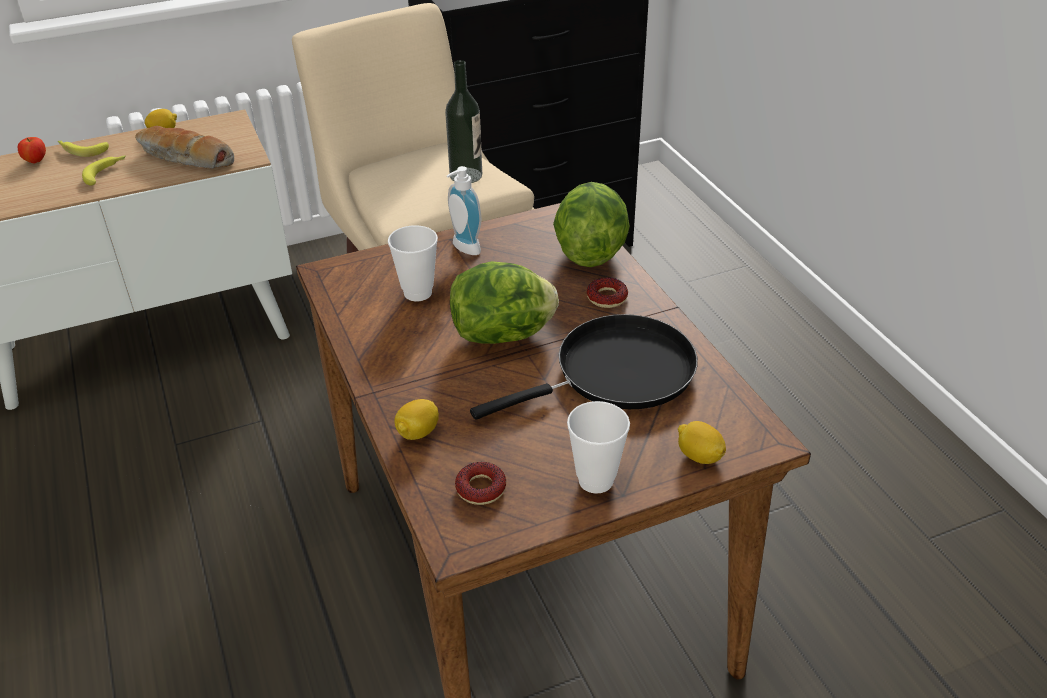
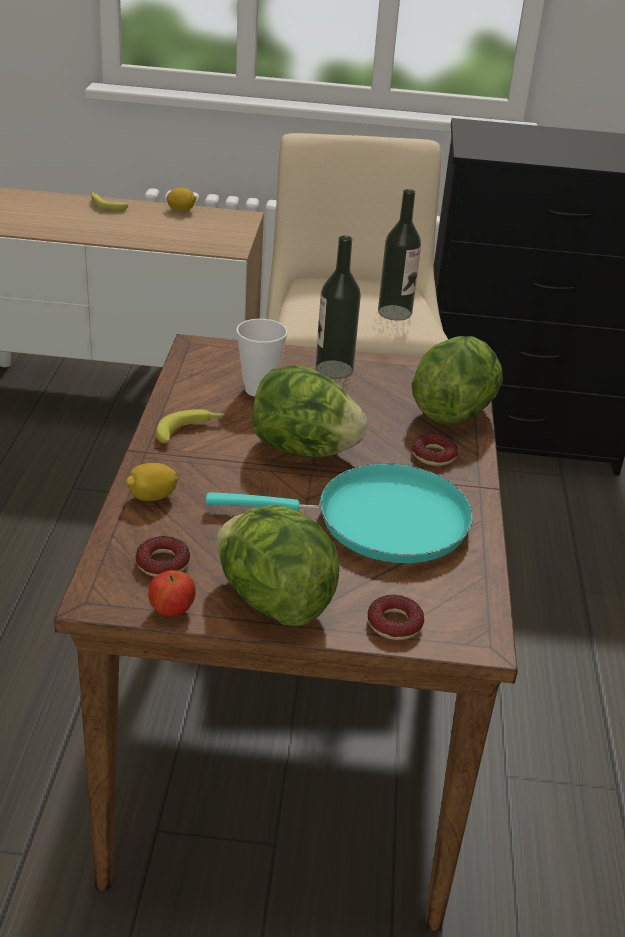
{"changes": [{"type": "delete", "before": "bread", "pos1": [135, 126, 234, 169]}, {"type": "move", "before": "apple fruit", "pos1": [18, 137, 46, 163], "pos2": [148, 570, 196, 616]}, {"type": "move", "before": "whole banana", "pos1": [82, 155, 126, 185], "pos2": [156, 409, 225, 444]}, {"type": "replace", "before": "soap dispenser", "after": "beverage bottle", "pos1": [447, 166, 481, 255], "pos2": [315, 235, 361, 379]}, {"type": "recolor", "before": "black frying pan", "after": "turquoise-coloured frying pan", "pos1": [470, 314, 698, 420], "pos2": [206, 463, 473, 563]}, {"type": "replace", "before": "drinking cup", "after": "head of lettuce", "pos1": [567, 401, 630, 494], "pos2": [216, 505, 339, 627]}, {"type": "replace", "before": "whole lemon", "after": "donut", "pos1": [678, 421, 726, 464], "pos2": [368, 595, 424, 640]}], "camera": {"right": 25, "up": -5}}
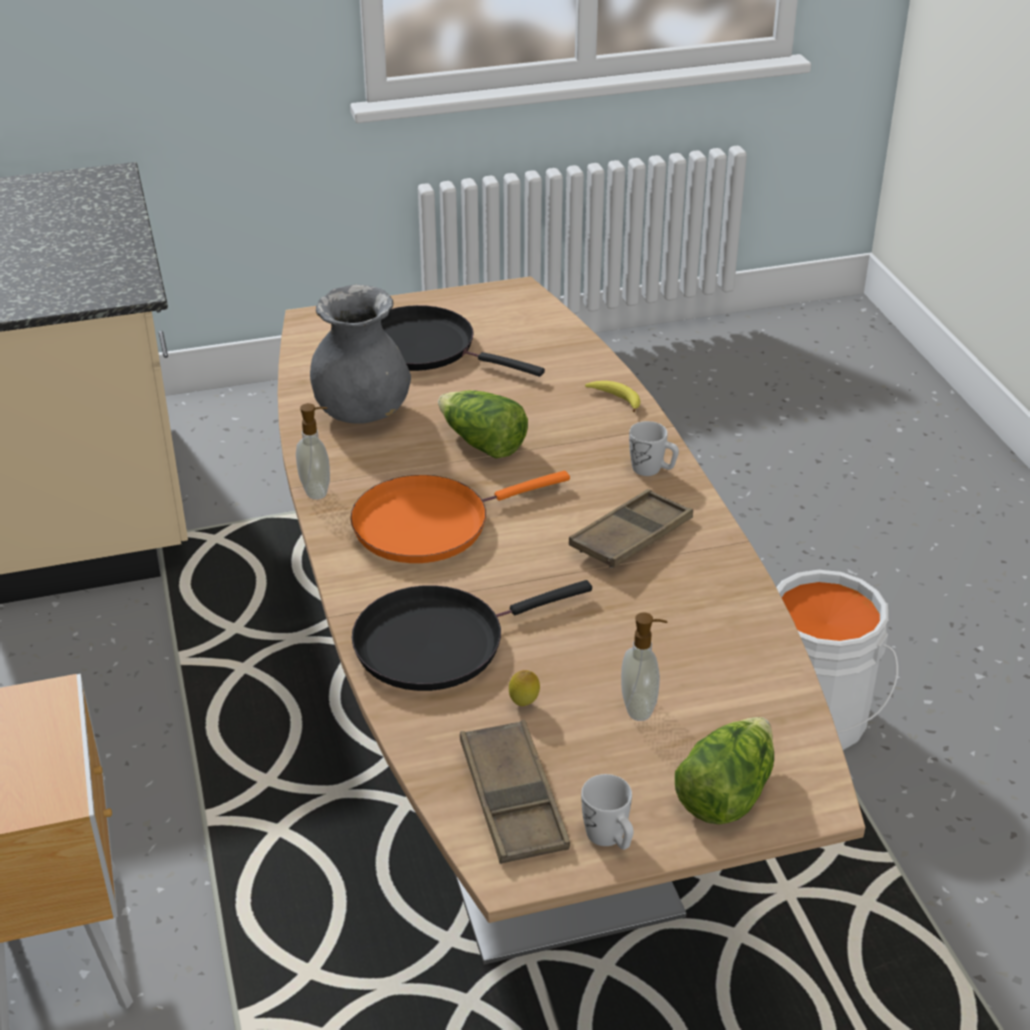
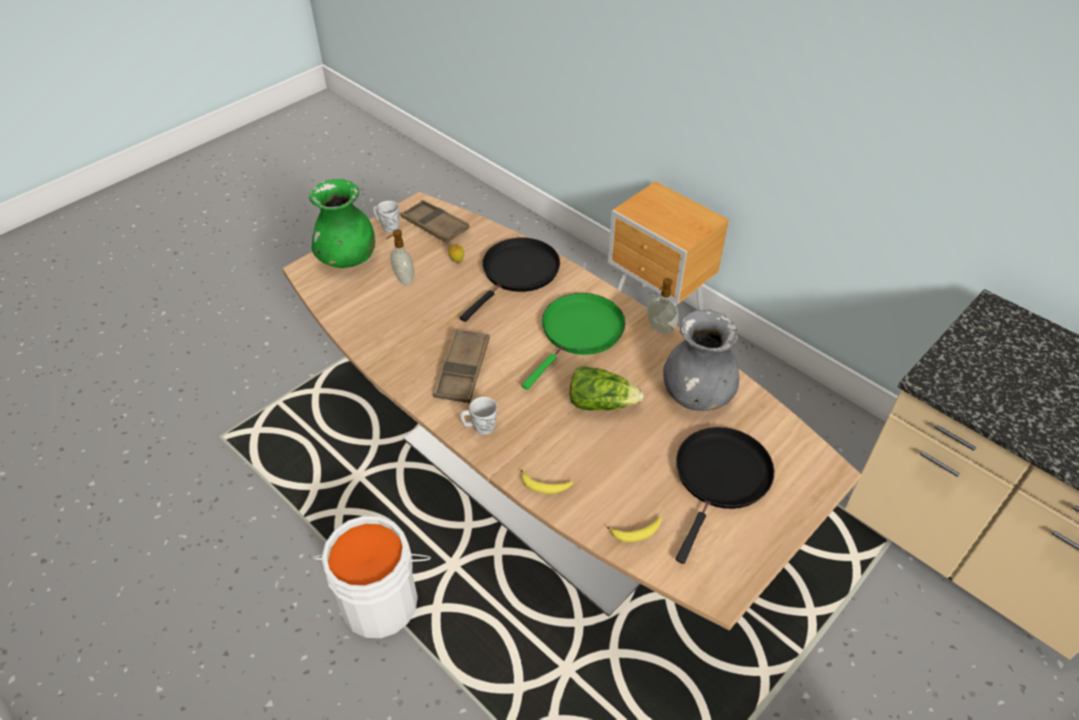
{"changes": [{"type": "rotate", "before": "black frying pan", "pos1": [381, 305, 545, 377], "pos2": [676, 427, 774, 564], "turn": -60}, {"type": "recolor", "before": "orange-coloured frying pan", "after": "greenish frying pan", "pos1": [350, 471, 570, 563], "pos2": [522, 293, 625, 390]}, {"type": "replace", "before": "head of lettuce", "after": "greenish vase", "pos1": [675, 717, 774, 824], "pos2": [309, 179, 375, 268]}, {"type": "insert", "after": "whole banana", "pos2": [607, 516, 662, 542]}], "camera": {"right": 150, "up": 10}}
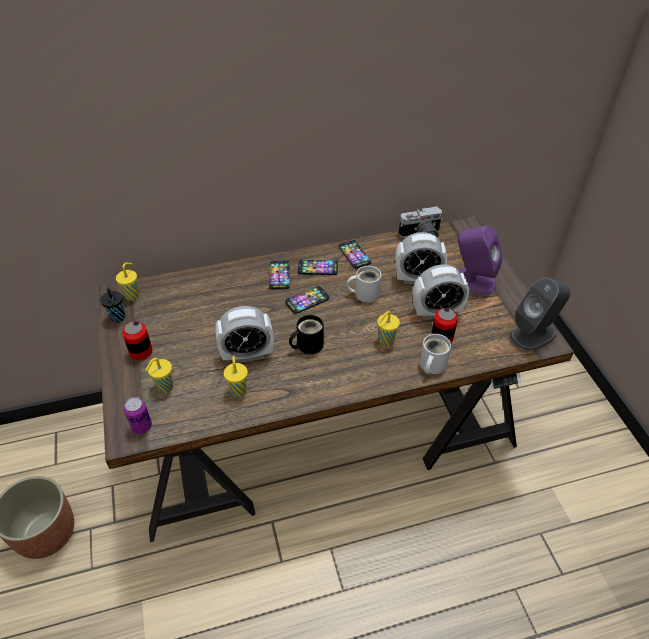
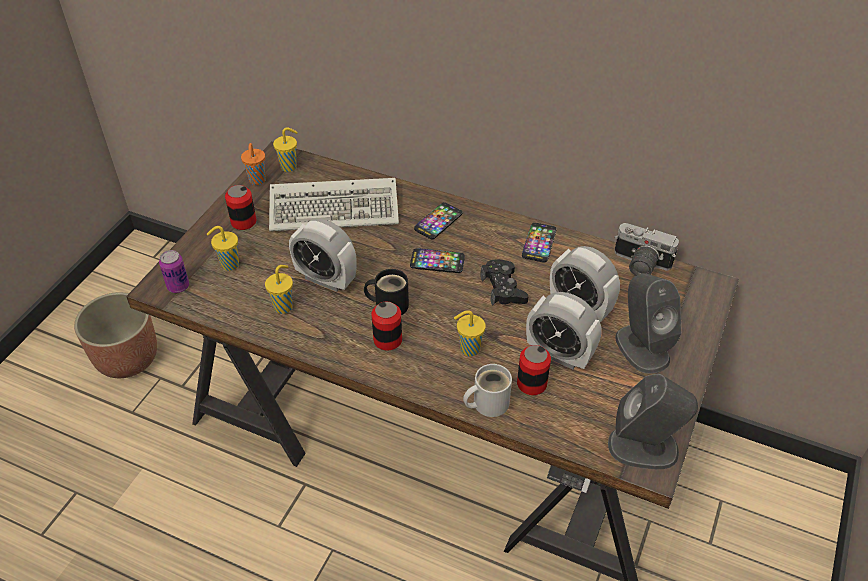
{"changes": [{"type": "recolor", "before": "purple loudspeaker", "after": "grey loudspeaker", "pos1": [458, 225, 503, 295], "pos2": [615, 274, 681, 374]}, {"type": "delete", "before": "handset", "pos1": [298, 259, 338, 275]}, {"type": "replace", "before": "white-coloured tea mug", "after": "black joypad", "pos1": [347, 266, 381, 303], "pos2": [480, 259, 529, 306]}, {"type": "recolor", "before": "black drinking cup", "after": "orange-coloured drinking cup", "pos1": [100, 288, 125, 323], "pos2": [241, 143, 266, 185]}, {"type": "insert", "after": "PC keyboard", "pos2": [269, 178, 399, 231]}, {"type": "insert", "after": "sealed can", "pos2": [372, 302, 402, 351]}], "camera": {"right": 40, "up": 0}}
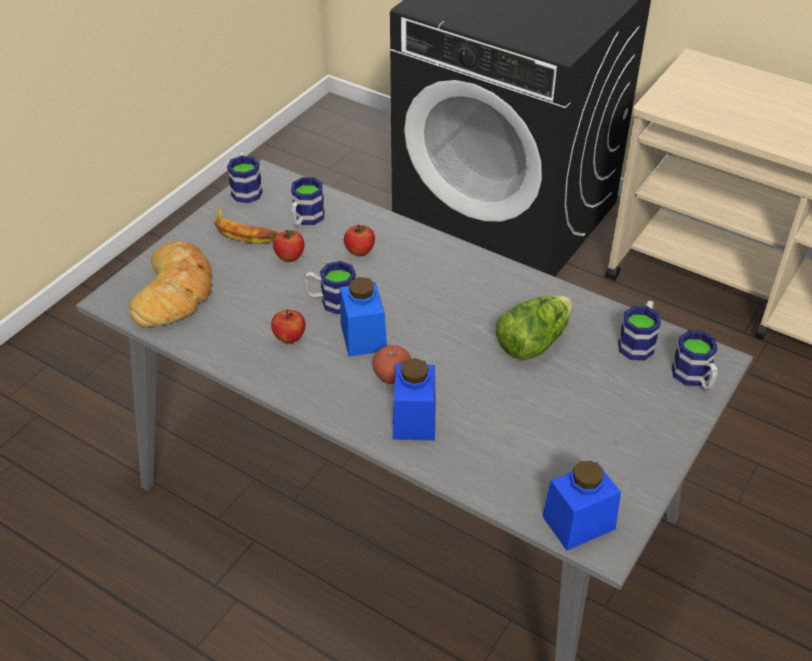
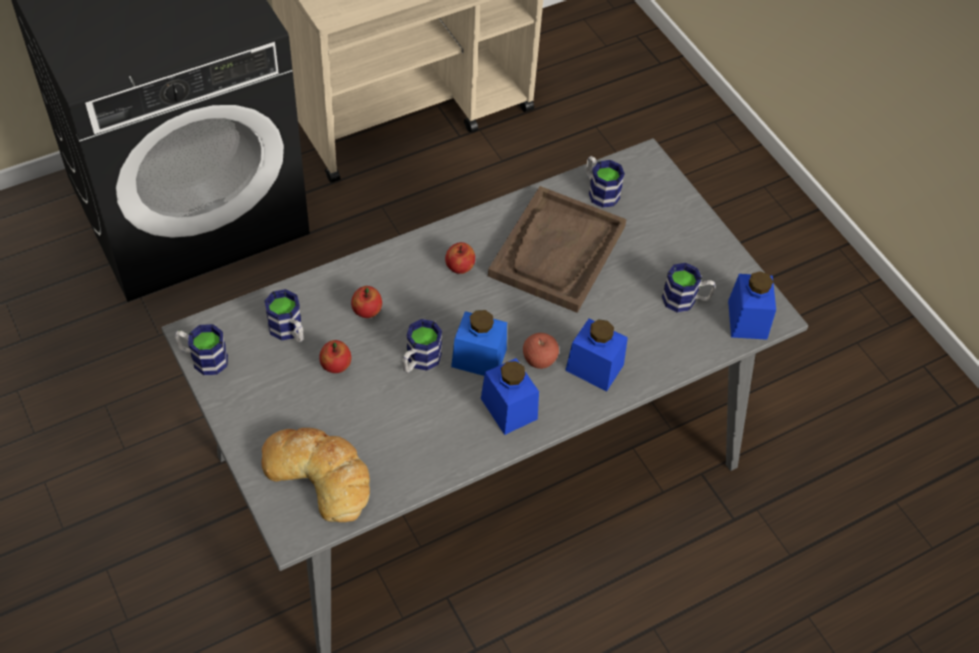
{"changes": [{"type": "delete", "before": "whole banana", "pos1": [213, 206, 279, 244]}, {"type": "replace", "before": "head of lettuce", "after": "brownish tray", "pos1": [496, 296, 572, 360], "pos2": [488, 186, 627, 313]}, {"type": "move", "before": "apple fruit", "pos1": [271, 310, 306, 344], "pos2": [445, 242, 475, 274]}, {"type": "move", "before": "tea mug", "pos1": [672, 330, 718, 390], "pos2": [662, 263, 716, 312]}, {"type": "insert", "after": "blue-coloured storage jar", "pos2": [481, 358, 539, 435]}], "camera": {"right": -65, "up": 10}}
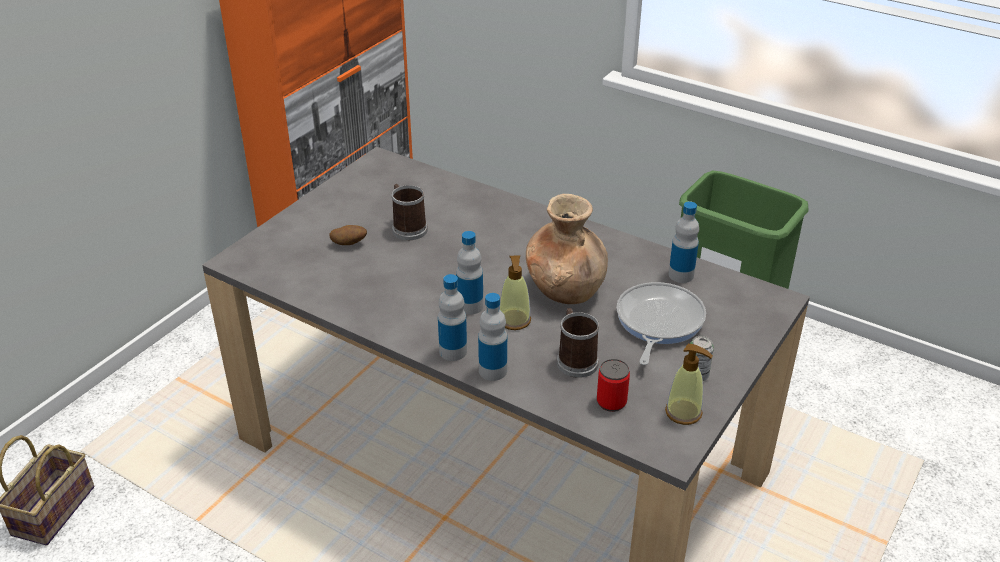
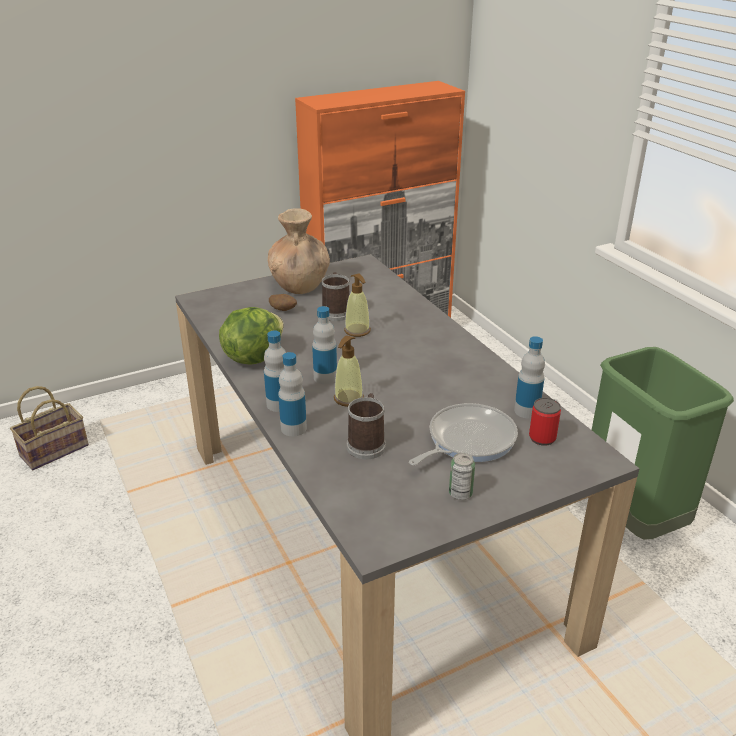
{"changes": [{"type": "move", "before": "brownish vase", "pos1": [526, 194, 608, 304], "pos2": [268, 208, 330, 294]}, {"type": "move", "before": "soap dispenser", "pos1": [665, 344, 713, 425], "pos2": [344, 274, 371, 337]}, {"type": "move", "before": "sealed can", "pos1": [597, 359, 630, 412], "pos2": [529, 398, 561, 446]}, {"type": "insert", "after": "head of lettuce", "pos2": [219, 307, 284, 365]}], "camera": {"right": 30, "up": -5}}
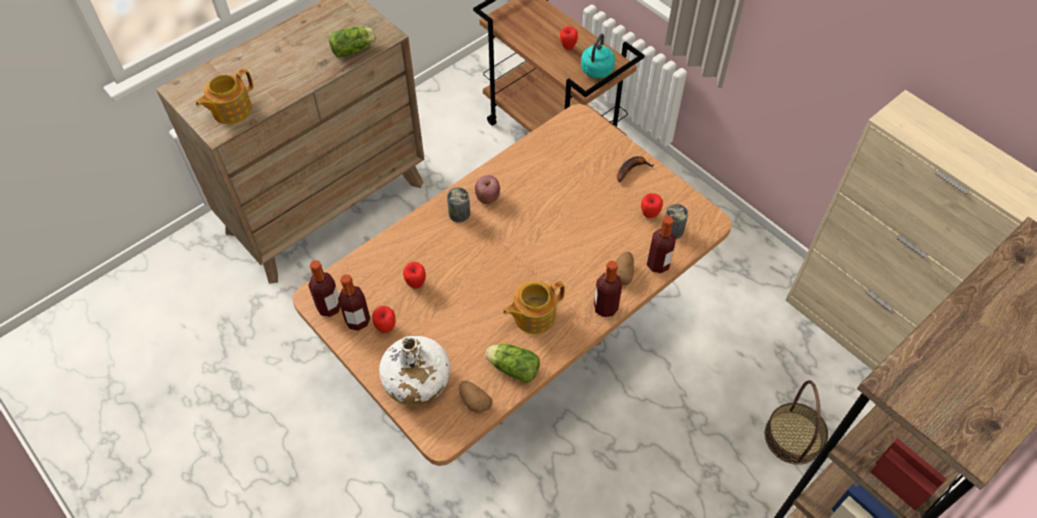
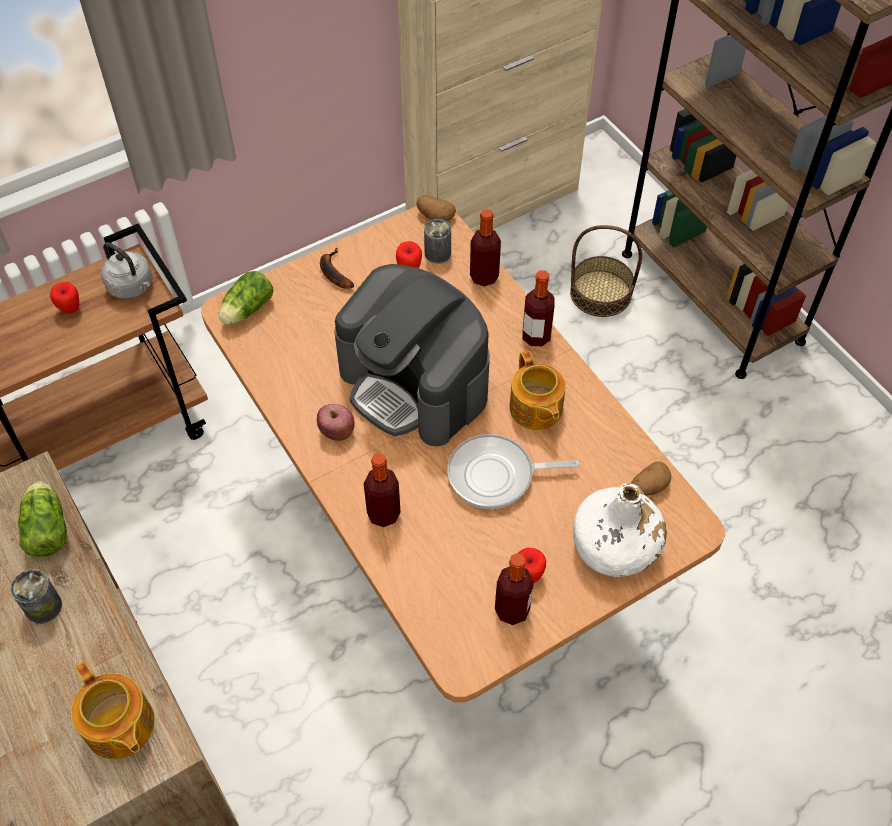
{"changes": [{"type": "recolor", "before": "turquoise-coloured kettle", "after": "grey kettle", "pos1": [581, 34, 615, 78], "pos2": [101, 242, 152, 299]}, {"type": "move", "before": "sealed can", "pos1": [447, 187, 470, 223], "pos2": [11, 569, 62, 624]}, {"type": "move", "before": "potato", "pos1": [616, 252, 634, 285], "pos2": [416, 195, 456, 221]}, {"type": "move", "before": "beverage bottle", "pos1": [308, 260, 340, 317], "pos2": [364, 453, 401, 527]}, {"type": "delete", "before": "apple fruit", "pos1": [403, 262, 426, 289]}, {"type": "move", "before": "head of lettuce", "pos1": [486, 344, 540, 383], "pos2": [219, 271, 273, 325]}, {"type": "insert", "after": "coffee brewer", "pos2": [334, 264, 490, 446]}, {"type": "insert", "after": "frying pan", "pos2": [447, 434, 579, 509]}], "camera": {"right": -80, "up": 0}}
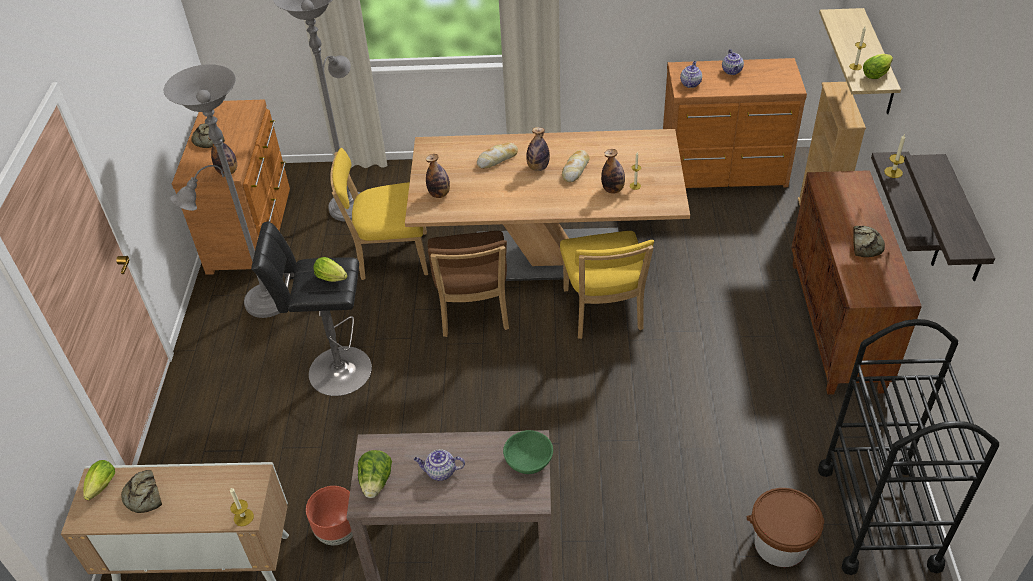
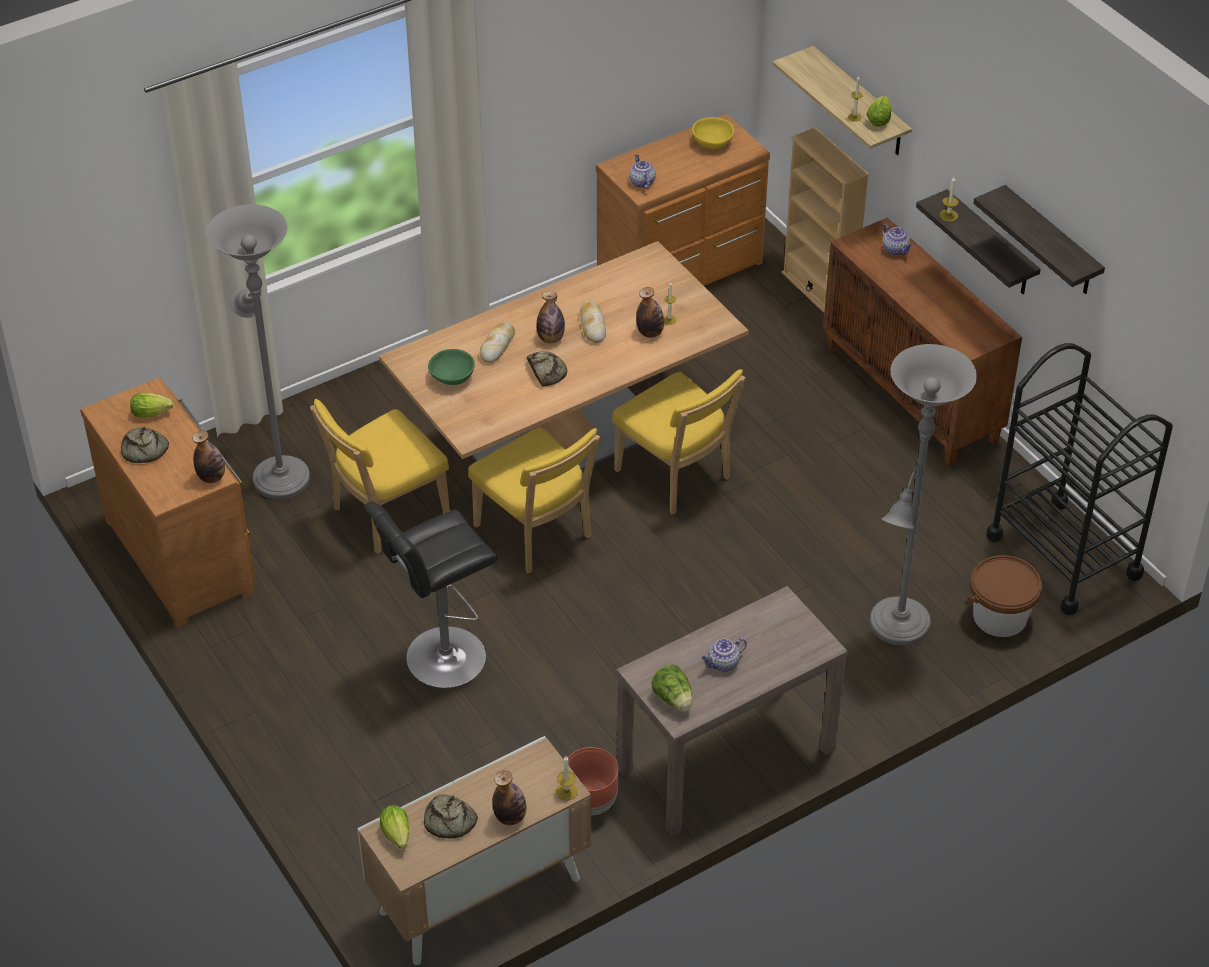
{"changes": [{"type": "move", "before": "teapot", "pos1": [722, 49, 744, 75], "pos2": [881, 224, 913, 255]}, {"type": "move", "before": "grey floor lamp", "pos1": [164, 64, 279, 318], "pos2": [870, 344, 977, 646]}, {"type": "move", "before": "beverage bottle", "pos1": [426, 154, 450, 198], "pos2": [492, 770, 527, 825]}, {"type": "move", "before": "bread", "pos1": [853, 226, 885, 257], "pos2": [527, 351, 567, 387]}, {"type": "recolor", "before": "brownish chair", "after": "yellow-coloured chair", "pos1": [428, 231, 509, 337], "pos2": [468, 427, 600, 573]}, {"type": "move", "before": "head of lettuce", "pos1": [313, 257, 348, 282], "pos2": [130, 393, 173, 418]}, {"type": "move", "before": "greenish deep dish", "pos1": [503, 430, 553, 474], "pos2": [428, 349, 475, 385]}, {"type": "insert", "after": "yellow-coloured deep dish", "pos2": [692, 117, 734, 149]}], "camera": {"right": -35, "up": 0}}
